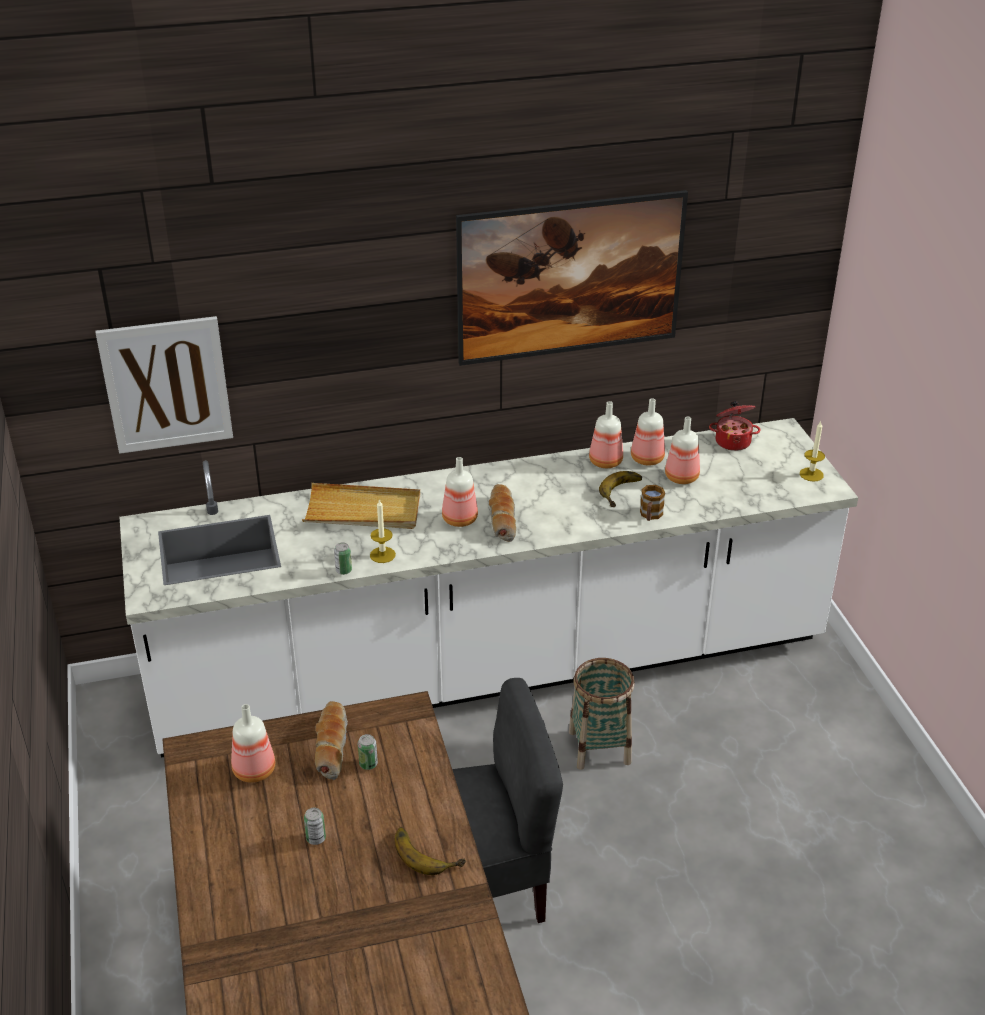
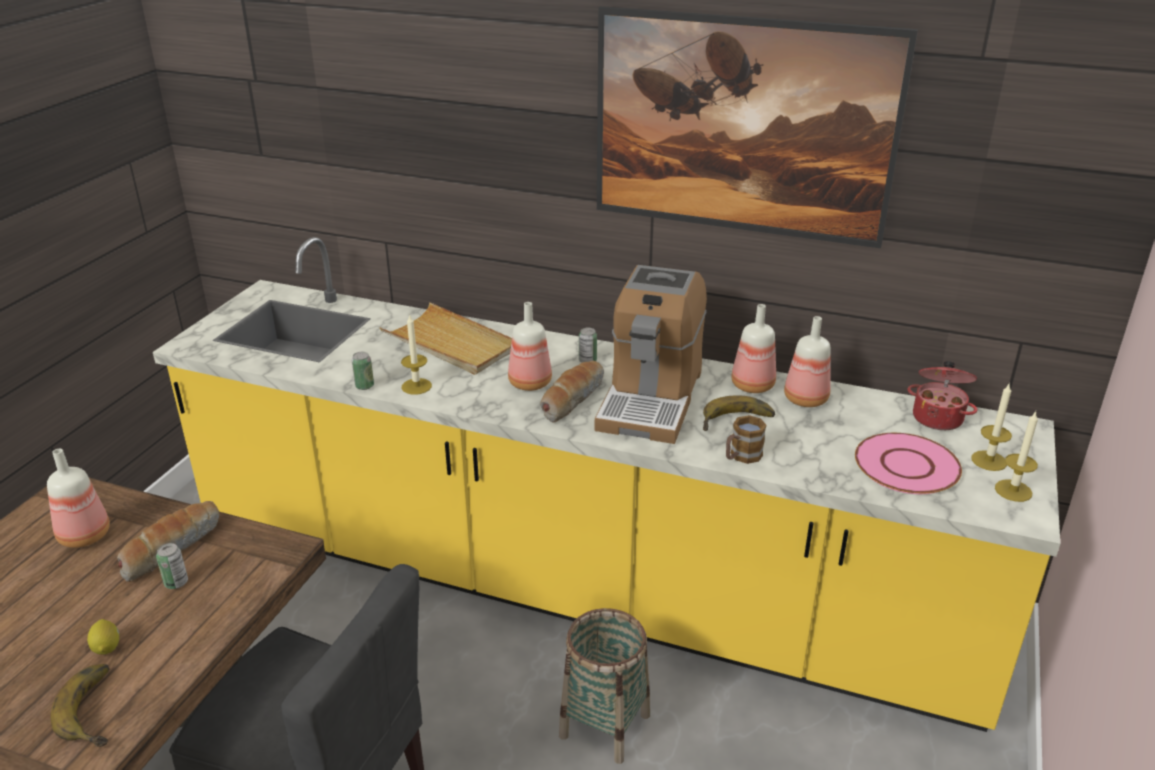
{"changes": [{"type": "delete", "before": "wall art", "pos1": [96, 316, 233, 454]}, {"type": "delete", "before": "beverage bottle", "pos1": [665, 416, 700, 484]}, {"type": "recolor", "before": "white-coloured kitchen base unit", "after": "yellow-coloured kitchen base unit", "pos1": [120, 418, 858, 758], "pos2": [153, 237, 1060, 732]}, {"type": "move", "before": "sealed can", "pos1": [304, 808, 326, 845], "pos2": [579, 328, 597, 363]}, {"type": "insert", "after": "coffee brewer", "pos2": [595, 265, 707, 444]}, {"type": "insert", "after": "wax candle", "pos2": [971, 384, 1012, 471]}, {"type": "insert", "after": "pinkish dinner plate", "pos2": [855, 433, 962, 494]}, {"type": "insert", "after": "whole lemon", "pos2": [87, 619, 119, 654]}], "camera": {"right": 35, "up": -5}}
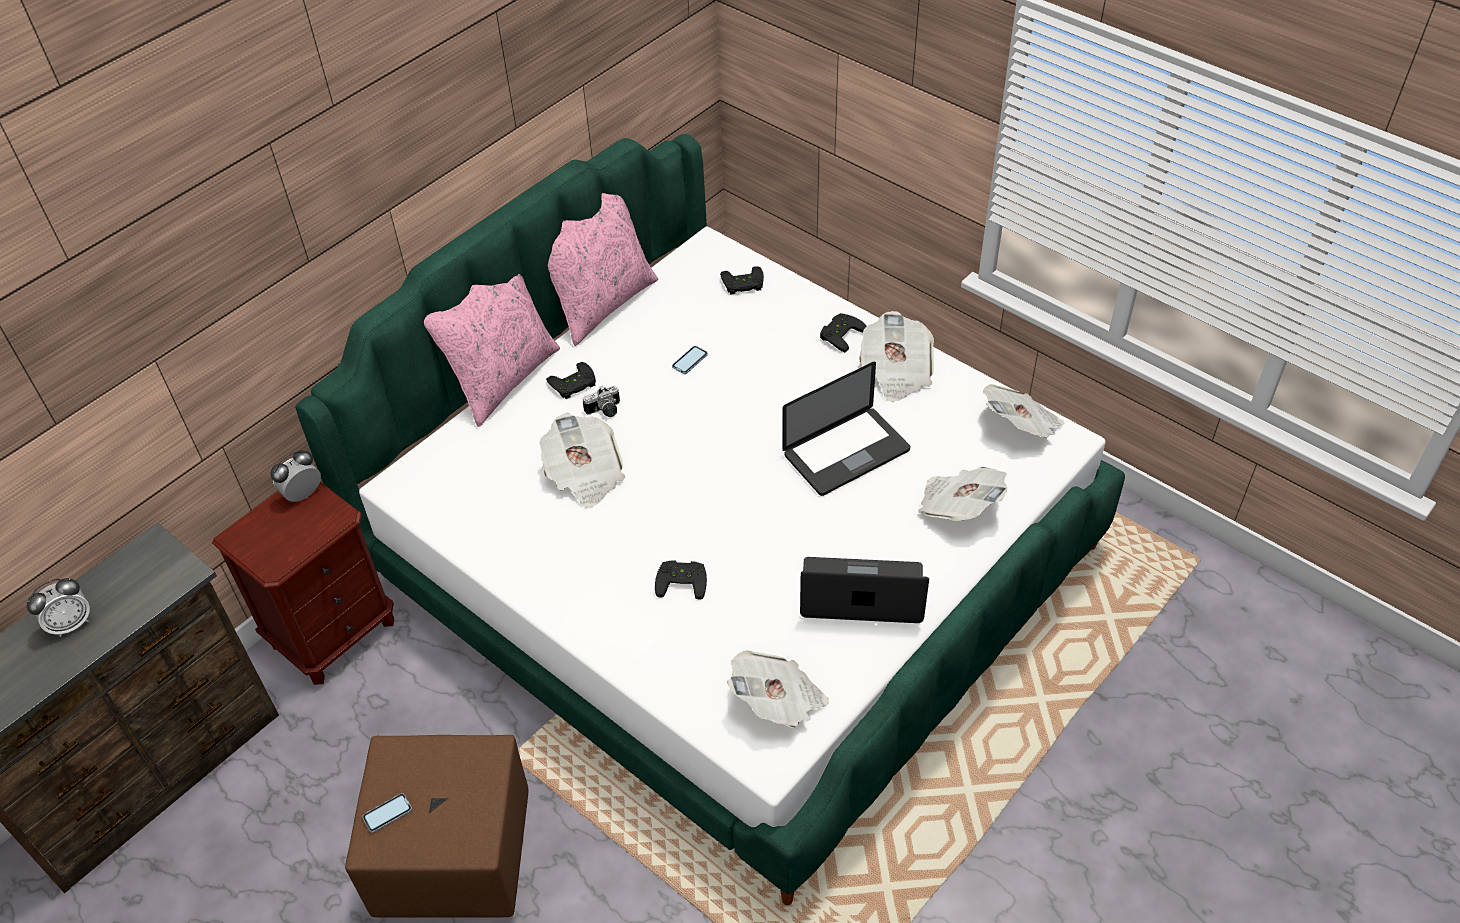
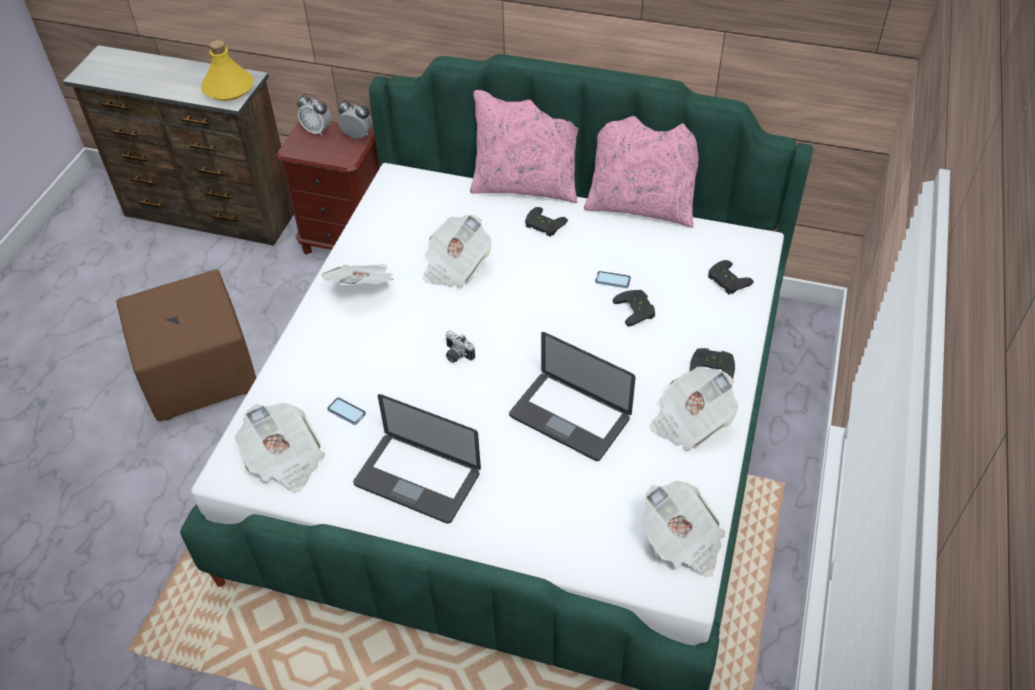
{"changes": [{"type": "move", "before": "photo camera", "pos1": [583, 385, 620, 417], "pos2": [445, 330, 475, 363]}, {"type": "move", "before": "newspaper", "pos1": [918, 467, 1007, 521], "pos2": [322, 264, 393, 285]}, {"type": "rotate", "before": "notebook computer", "pos1": [800, 557, 929, 623], "pos2": [353, 394, 481, 524], "turn": 135}, {"type": "move", "before": "black joypad", "pos1": [655, 560, 707, 599], "pos2": [613, 290, 655, 326]}, {"type": "move", "before": "alarm clock", "pos1": [27, 578, 90, 637], "pos2": [297, 94, 331, 136]}, {"type": "move", "before": "handset", "pos1": [362, 793, 412, 833], "pos2": [327, 397, 366, 425]}, {"type": "insert", "after": "yellow-coloured beverage bottle", "pos2": [201, 40, 254, 101]}], "camera": {"right": 65, "up": 0}}
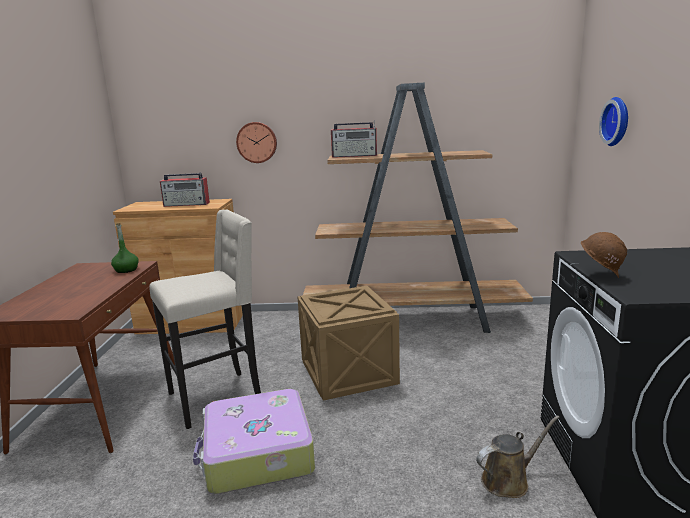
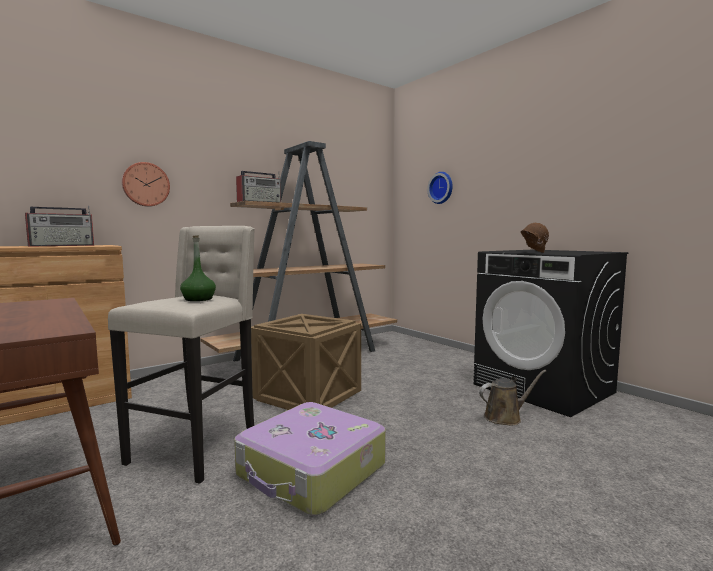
{"changes": [{"type": "move", "before": "greenish beverage bottle", "pos1": [111, 223, 139, 273], "pos2": [180, 235, 216, 301]}, {"type": "rotate", "before": "brownish watering pot", "pos1": [476, 416, 560, 498], "pos2": [479, 370, 546, 425], "turn": 45}], "camera": {"right": -40, "up": -10}}
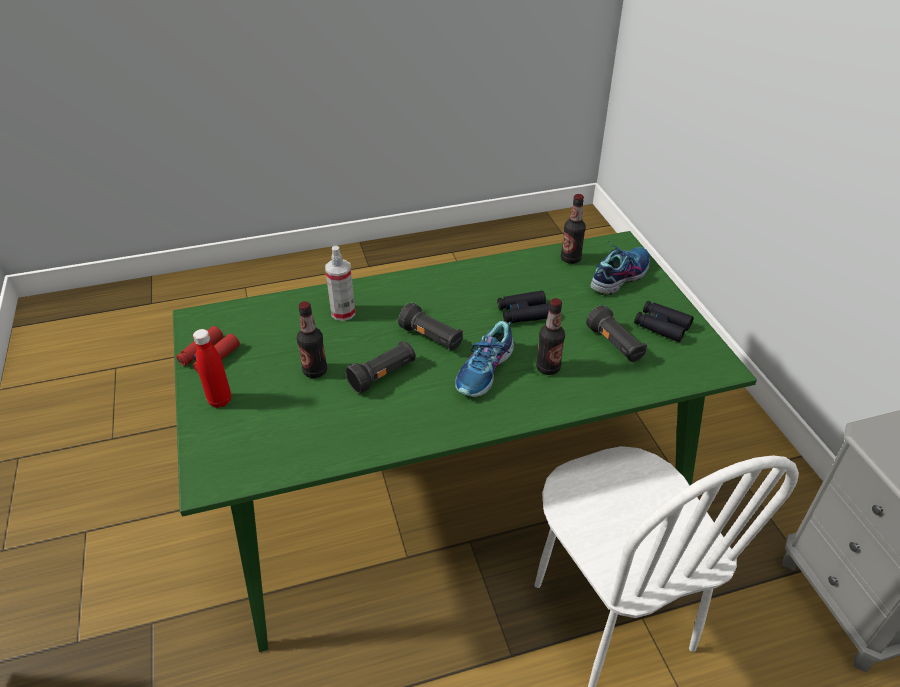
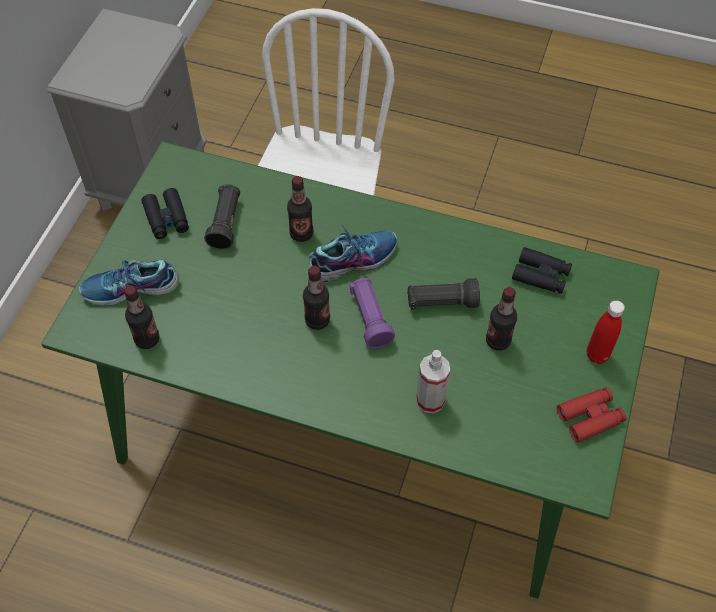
{"changes": [{"type": "move", "before": "black field glasses", "pos1": [497, 291, 550, 323], "pos2": [512, 247, 572, 294]}, {"type": "recolor", "before": "black torch", "after": "purple torch", "pos1": [398, 303, 463, 350], "pos2": [350, 278, 395, 348]}, {"type": "insert", "after": "beverage bottle", "pos2": [303, 266, 330, 330]}], "camera": {"right": -145, "up": 15}}
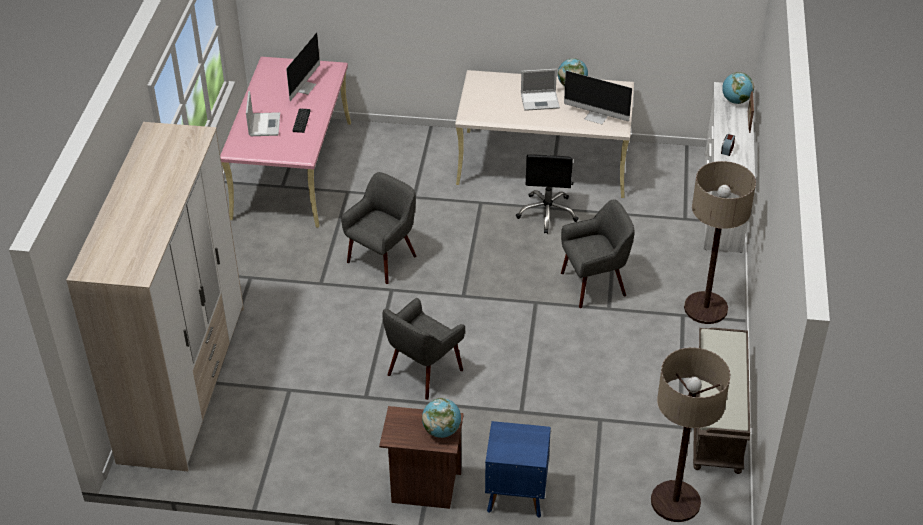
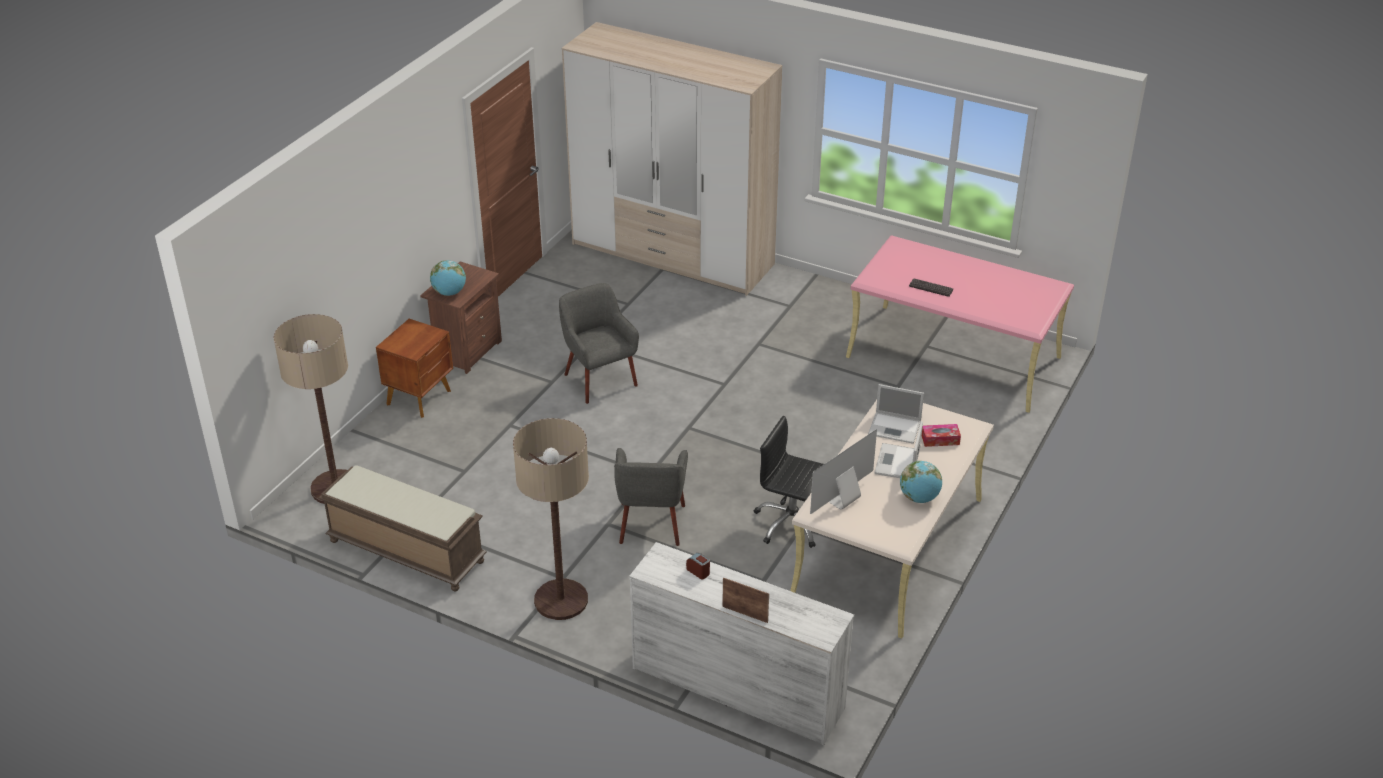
{"changes": [{"type": "delete", "before": "computer display", "pos1": [286, 32, 320, 101]}, {"type": "delete", "before": "desk globe", "pos1": [722, 72, 754, 104]}, {"type": "move", "before": "notebook computer", "pos1": [246, 91, 280, 136], "pos2": [868, 384, 924, 444]}, {"type": "delete", "before": "grey lounge chair", "pos1": [341, 172, 417, 284]}, {"type": "recolor", "before": "blue-coloured nightstand", "after": "brownish nightstand", "pos1": [485, 421, 551, 518], "pos2": [376, 319, 453, 418]}, {"type": "insert", "after": "box of tissues", "pos2": [922, 424, 961, 447]}], "camera": {"right": 110, "up": -5}}
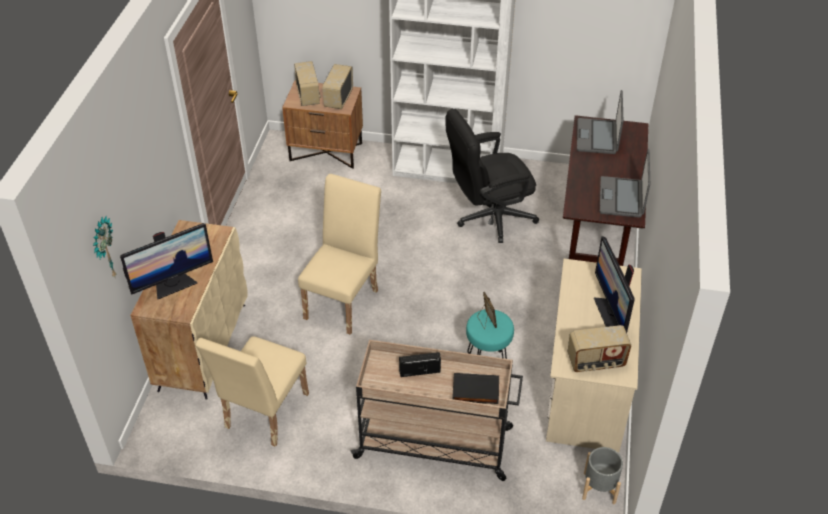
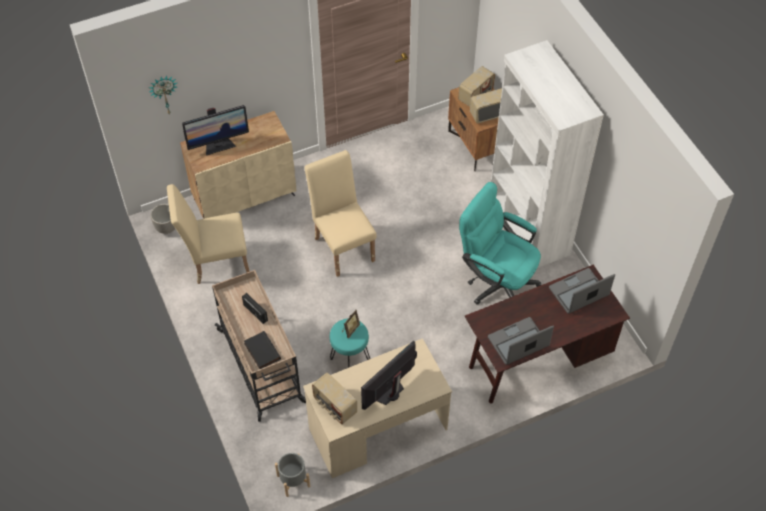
{"changes": [{"type": "recolor", "before": "black office chair", "after": "turquoise-coloured office chair", "pos1": [446, 109, 539, 243], "pos2": [459, 182, 541, 305]}, {"type": "rotate", "before": "sand-coloured chair", "pos1": [298, 174, 381, 335], "pos2": [304, 150, 376, 277], "turn": -105}, {"type": "rotate", "before": "computer display", "pos1": [120, 223, 213, 299], "pos2": [182, 105, 249, 155], "turn": -45}, {"type": "insert", "after": "plant pot", "pos2": [150, 204, 176, 234]}], "camera": {"right": 55, "up": 10}}
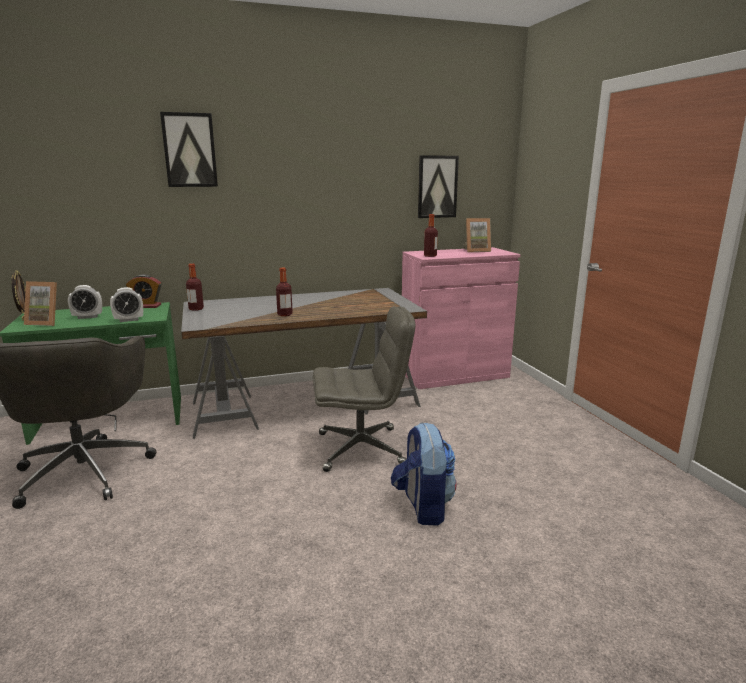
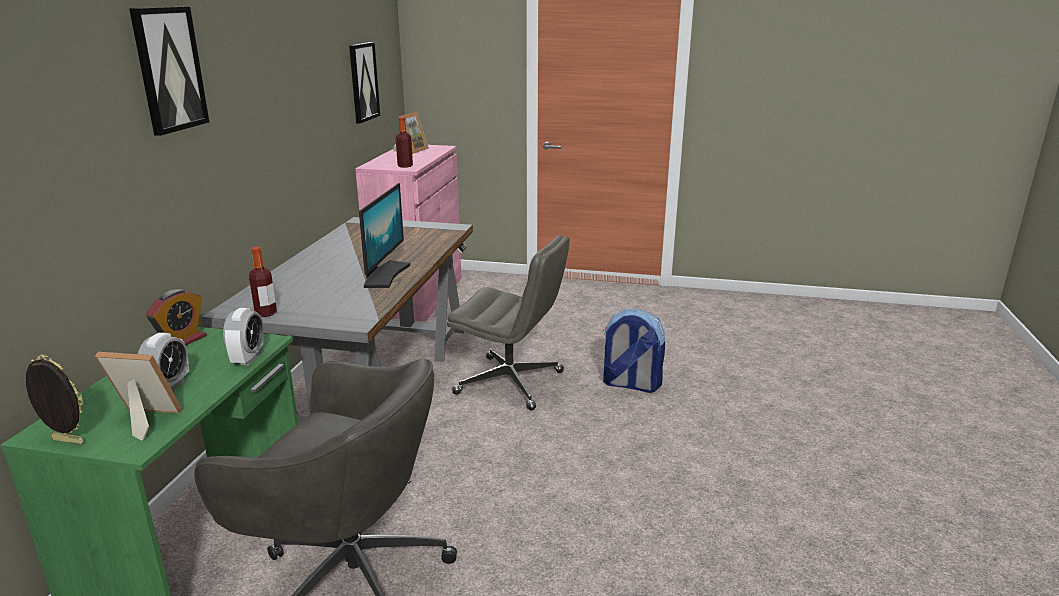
{"changes": [{"type": "replace", "before": "beverage bottle", "after": "computer display", "pos1": [276, 268, 293, 316], "pos2": [359, 183, 410, 288]}, {"type": "rotate", "before": "photo frame", "pos1": [24, 281, 57, 326], "pos2": [95, 352, 182, 441], "turn": -120}, {"type": "rotate", "before": "grey office chair", "pos1": [313, 306, 415, 472], "pos2": [447, 235, 570, 411], "turn": 90}], "camera": {"right": -60, "up": 5}}
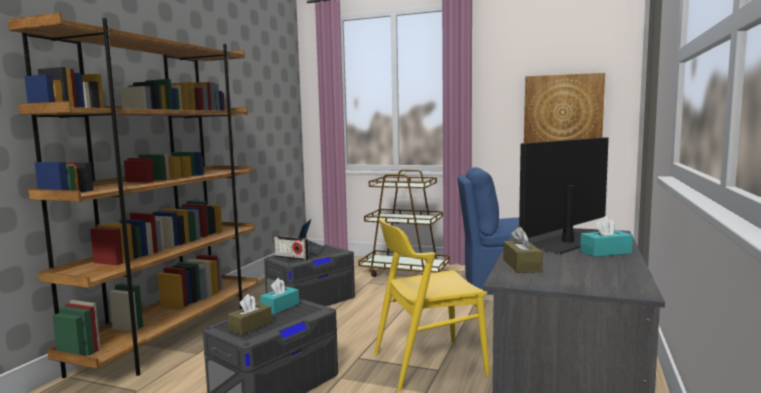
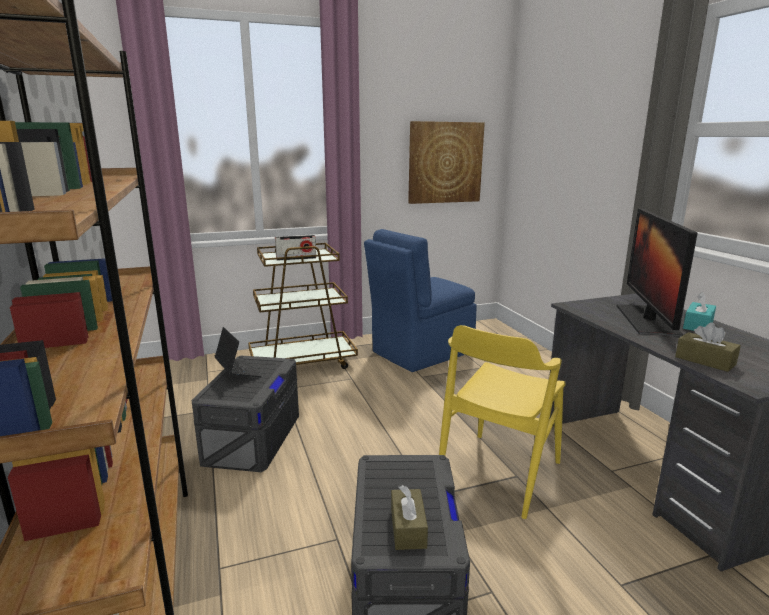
{"changes": [{"type": "move", "before": "radio set", "pos1": [274, 236, 309, 261], "pos2": [275, 235, 316, 261]}, {"type": "delete", "before": "turquoise-coloured box of tissues", "pos1": [260, 278, 299, 314]}], "camera": {"right": -40, "up": 10}}
